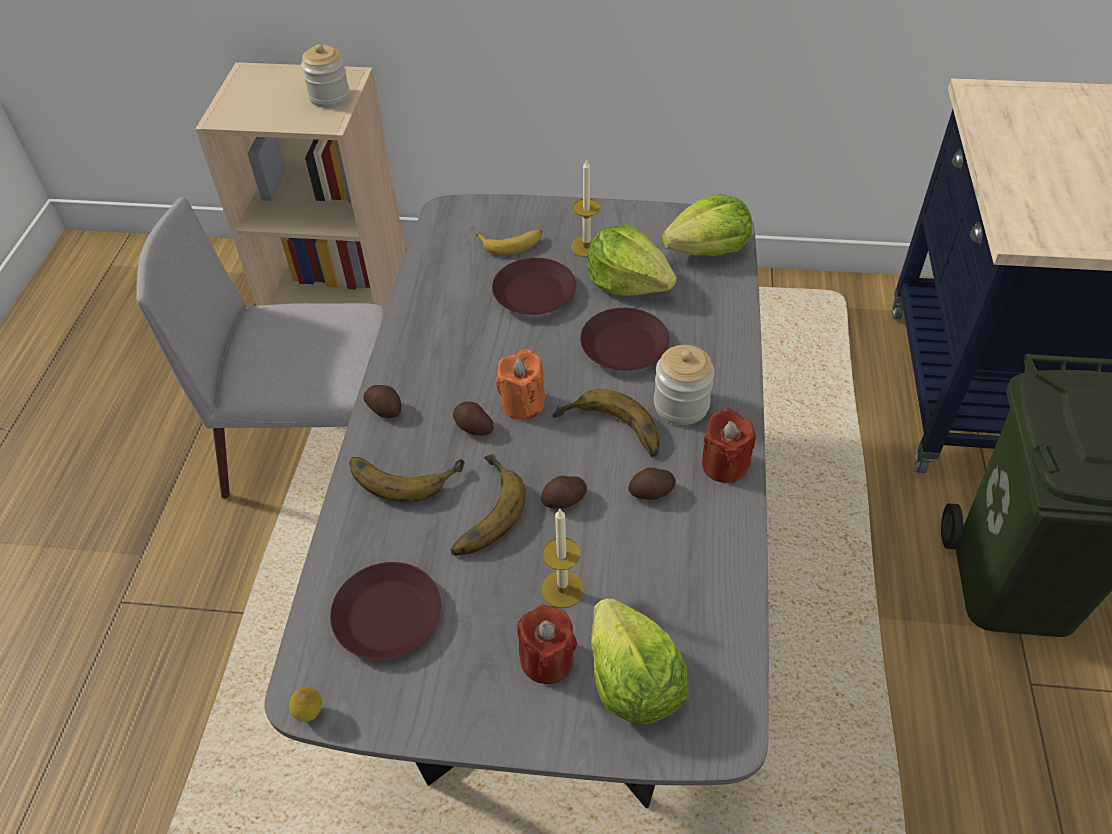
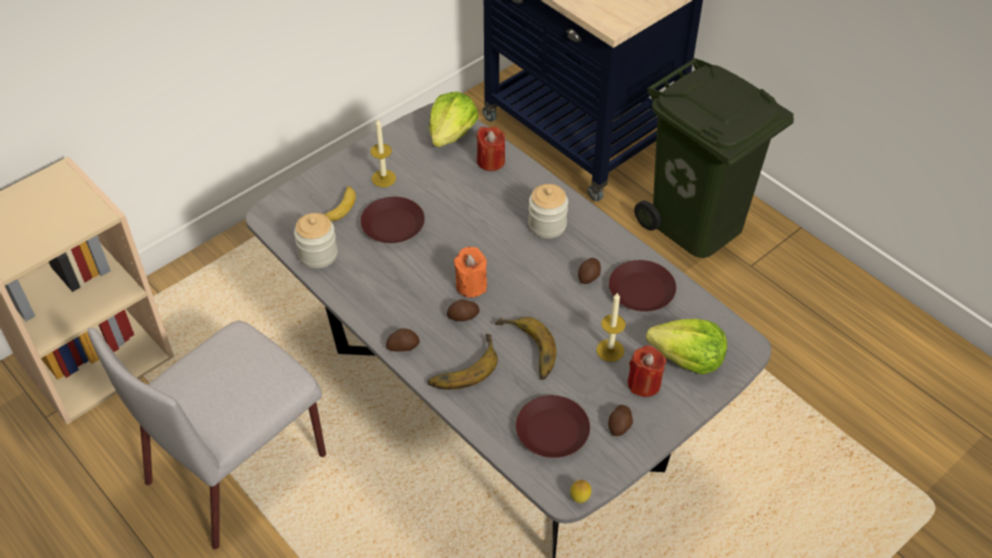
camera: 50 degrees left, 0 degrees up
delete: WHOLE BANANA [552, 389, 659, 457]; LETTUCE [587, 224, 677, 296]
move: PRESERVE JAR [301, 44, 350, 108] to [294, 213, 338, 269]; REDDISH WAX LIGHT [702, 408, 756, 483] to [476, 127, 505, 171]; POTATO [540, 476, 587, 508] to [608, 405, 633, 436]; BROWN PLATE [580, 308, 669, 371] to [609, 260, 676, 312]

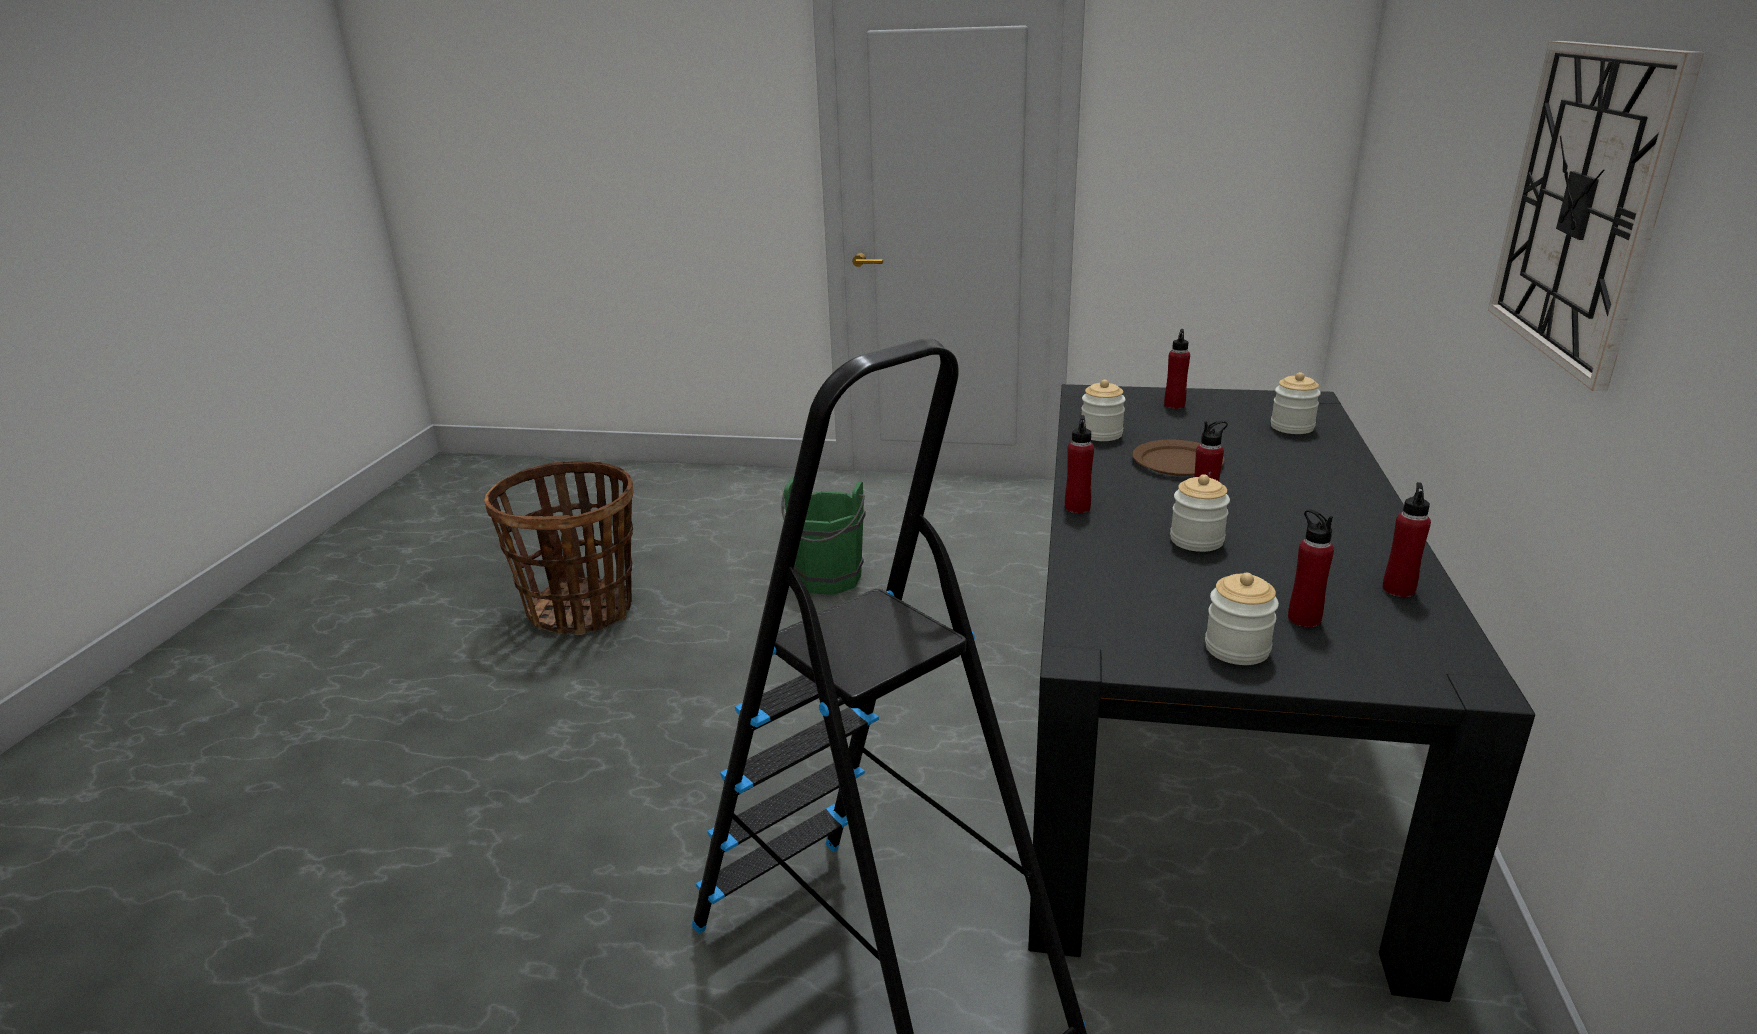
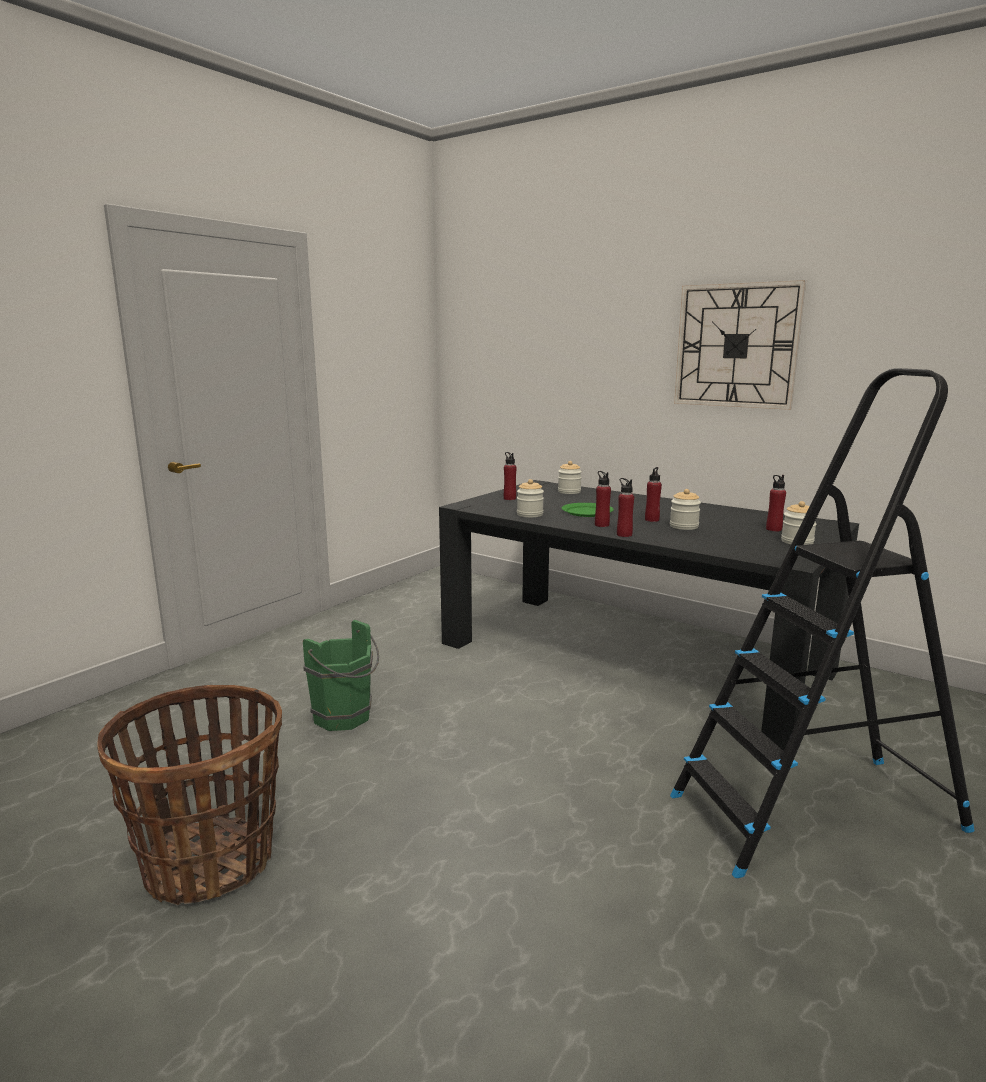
camera: 65 degrees left, 10 degrees down
move: REDDISH BOTTLE [1383, 482, 1431, 597] to [595, 471, 611, 527]
recolor: BROWN PLATE [1132, 440, 1225, 476] to GREENISH PLATE [562, 503, 614, 517]

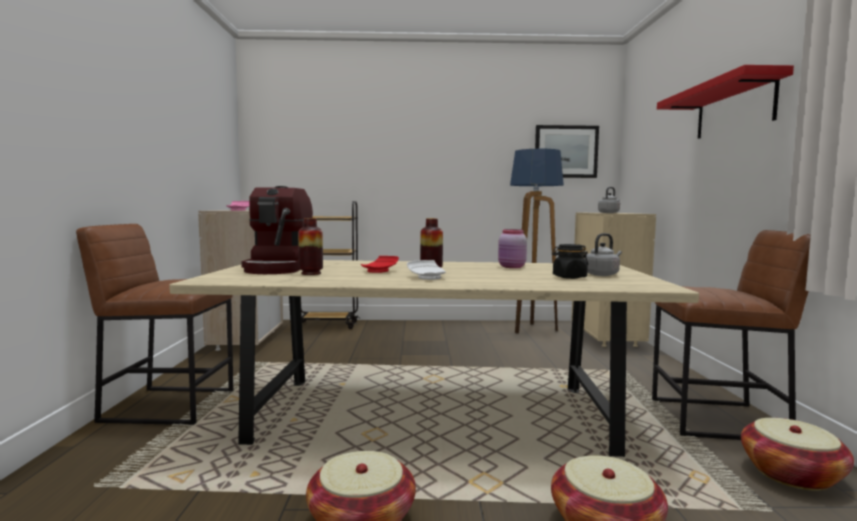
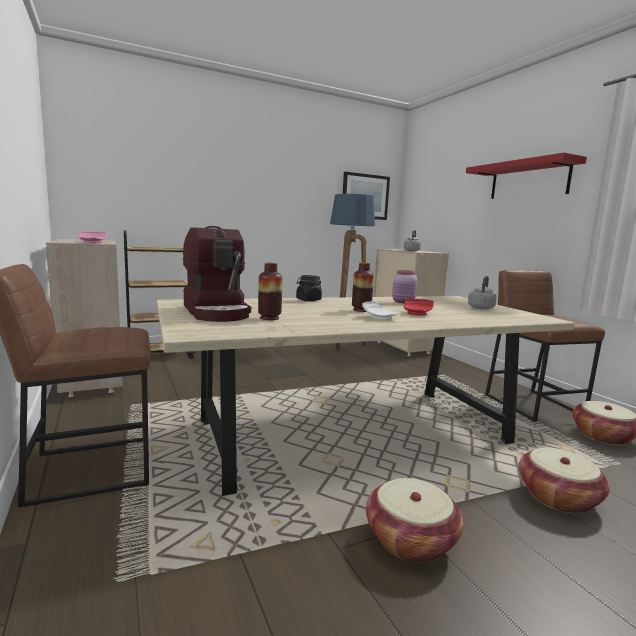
camera: 25 degrees left, 5 degrees up
move: BLACK-COLOURED PRESERVE JAR [552, 244, 588, 279] to [296, 275, 322, 301]; REDDISH PLATE [361, 256, 399, 273] to [403, 299, 434, 316]
rotate: BROWN PLAIN CHAIR [652, 230, 811, 440] = [485, 270, 605, 422] 90 degrees counterclockwise

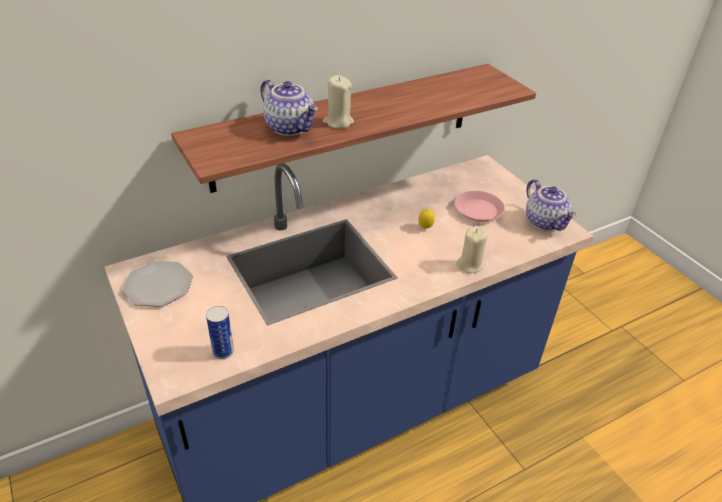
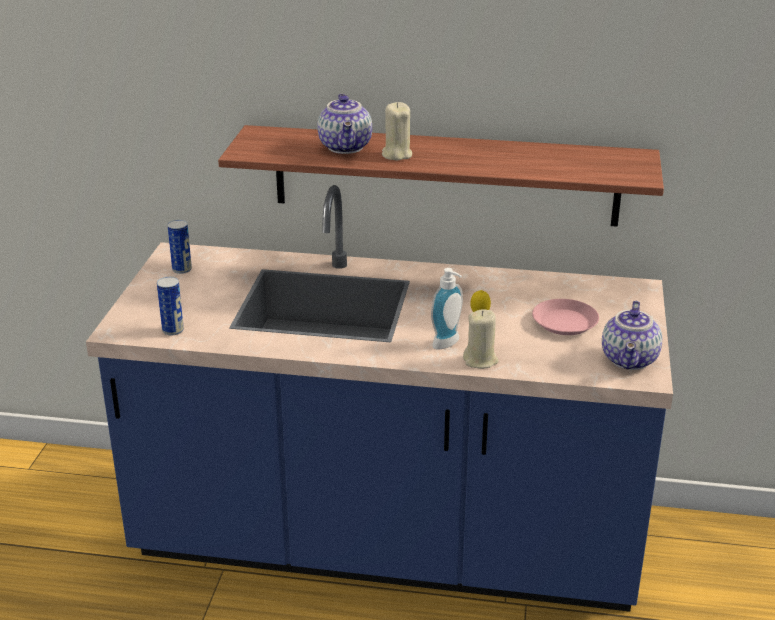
camera: 40 degrees right, 10 degrees down
insert: SOAP BOTTLE [431, 268, 463, 350]
replace: PLATE [122, 261, 193, 307] to CAN [167, 220, 192, 274]

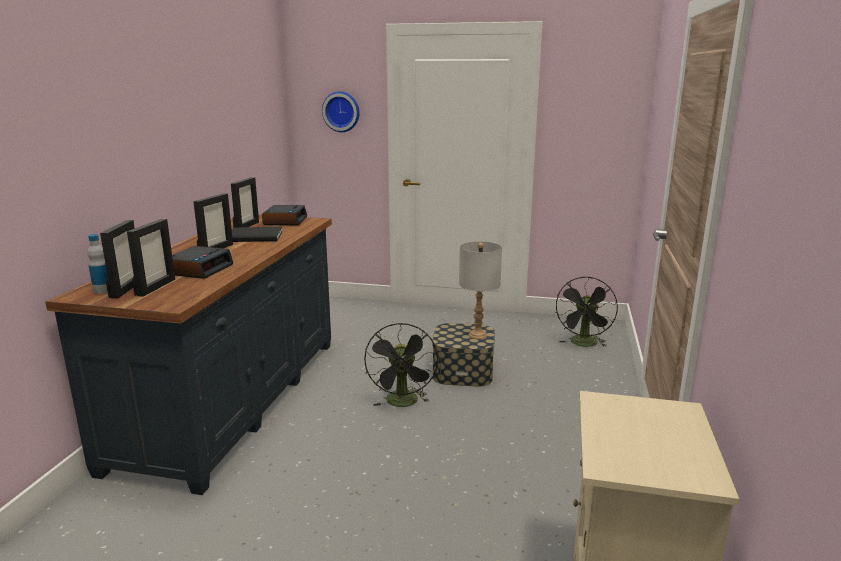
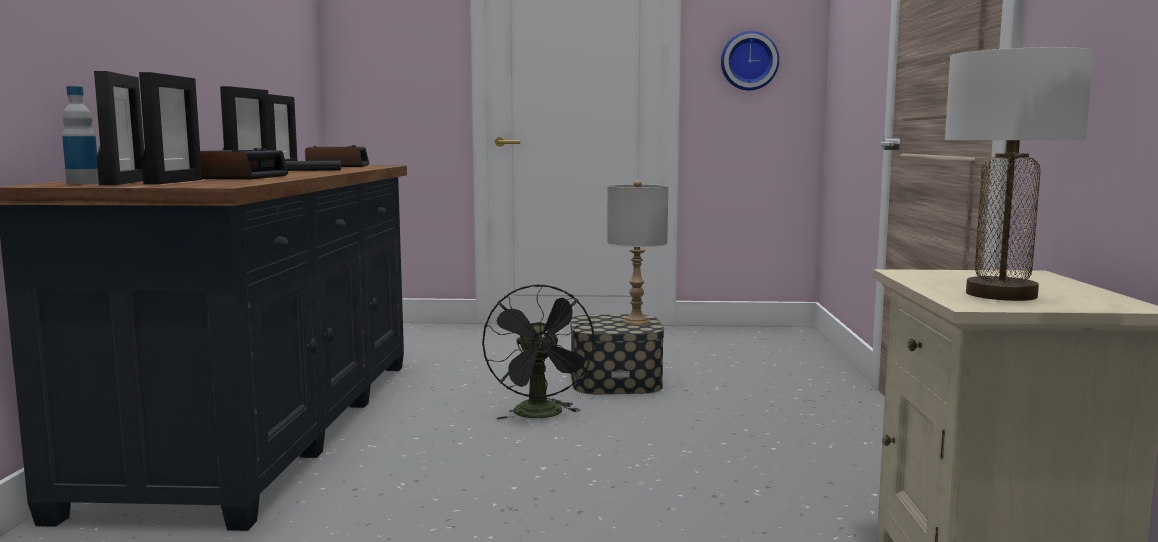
camera: 10 degrees left, 10 degrees down
delete: BLACK-COLOURED ELECTRIC FAN [556, 277, 618, 347]
insert: TABLE LAMP [945, 47, 1094, 301]
move: CLOCK ON THE WALL [322, 91, 360, 132] to [721, 31, 779, 90]

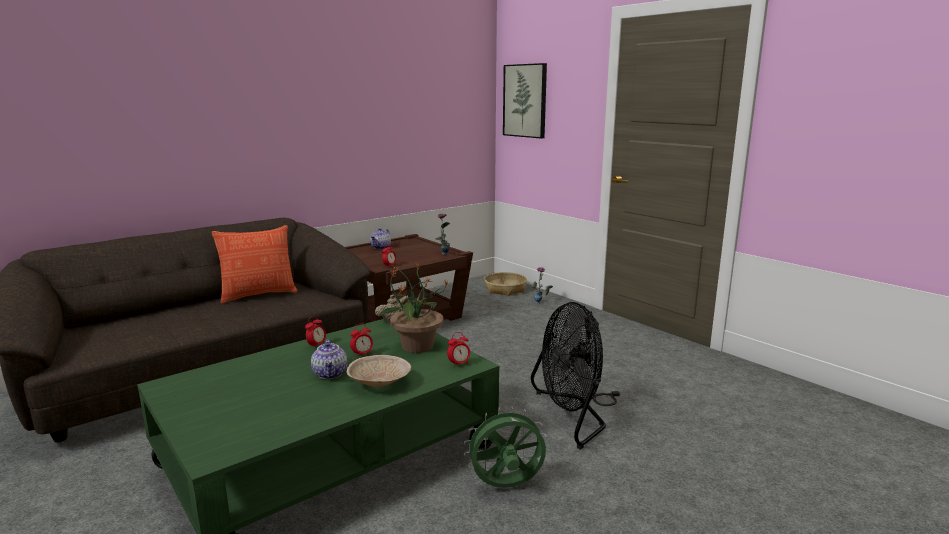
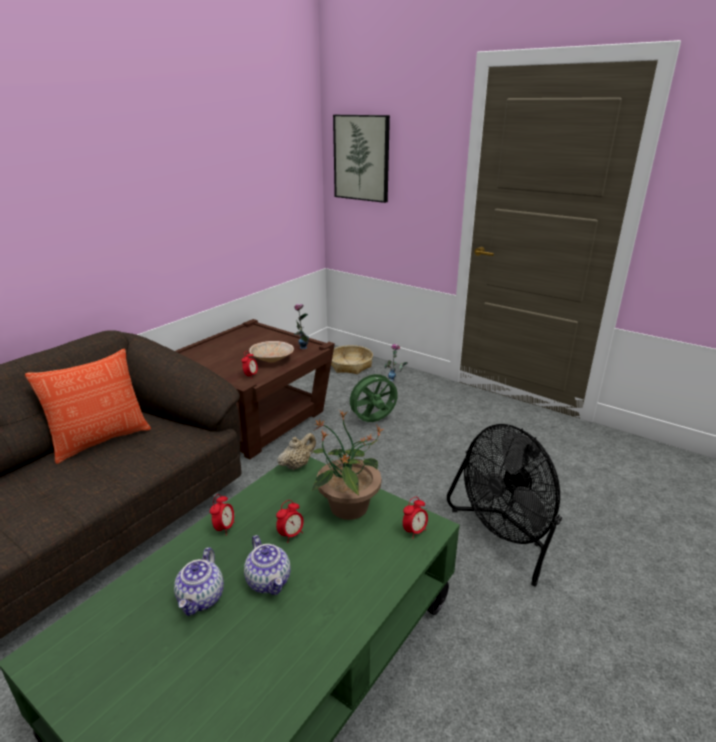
camera: 15 degrees left, 10 degrees up
move: TEAPOT [370, 228, 391, 249] to [174, 547, 224, 616]; BEIGE SERVING BOWL [347, 355, 411, 387] to [249, 341, 294, 363]; GREENISH ELECTRIC FAN [464, 406, 546, 488] to [346, 370, 398, 422]

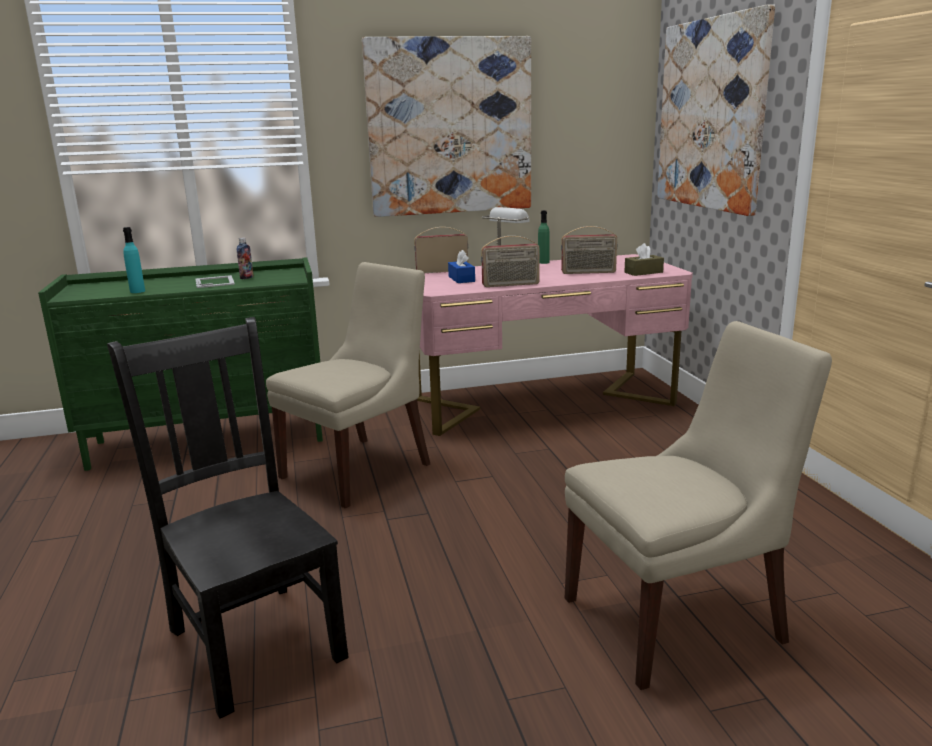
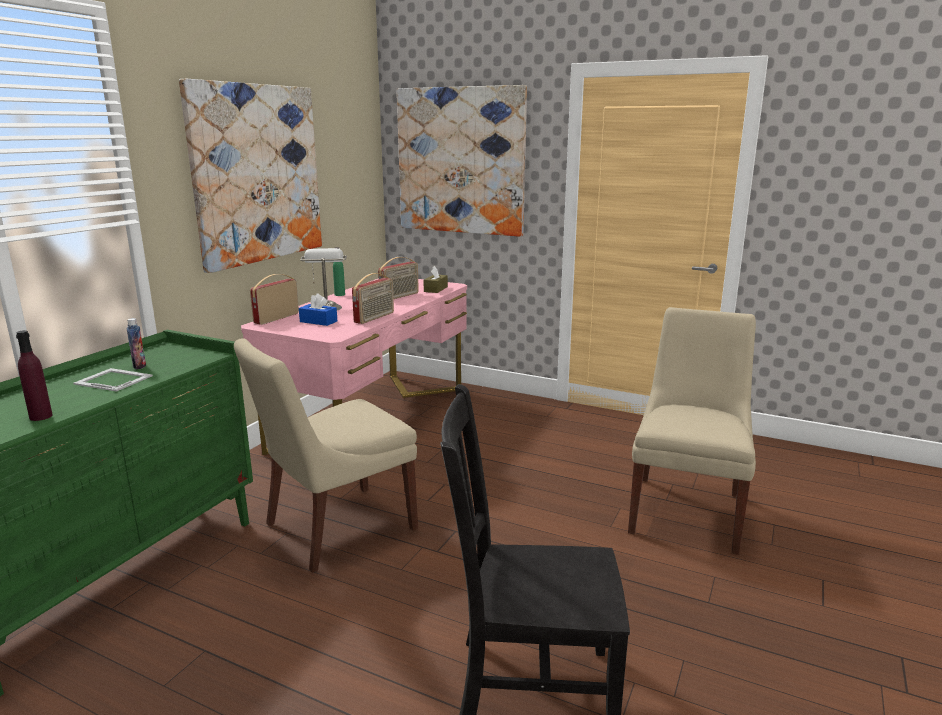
camera: 50 degrees left, 0 degrees up
recolor: BLUE-GREEN BOTTLE [123, 227, 145, 293] to PURPLE-COLOURED BOTTLE [16, 330, 53, 421]
rotate: BEIGE PLAIN CHAIR [266, 262, 430, 508] = [234, 338, 418, 573] 120 degrees counterclockwise

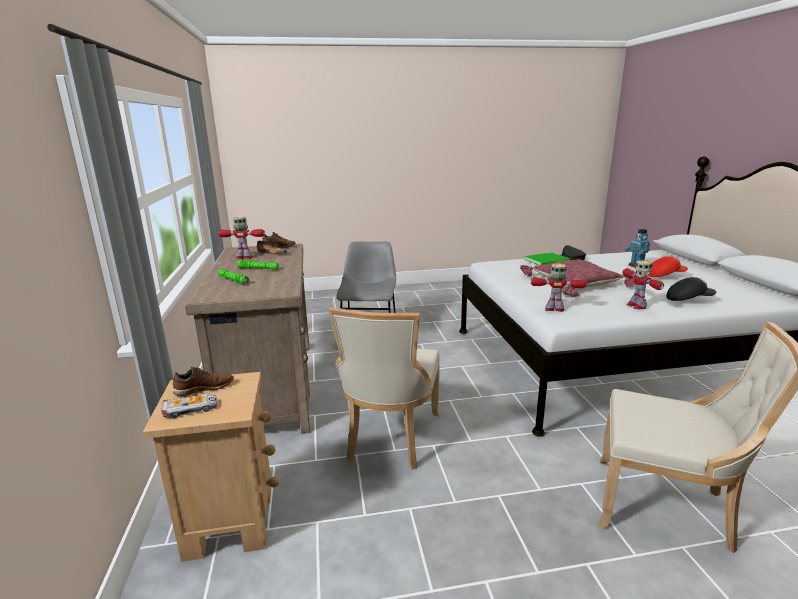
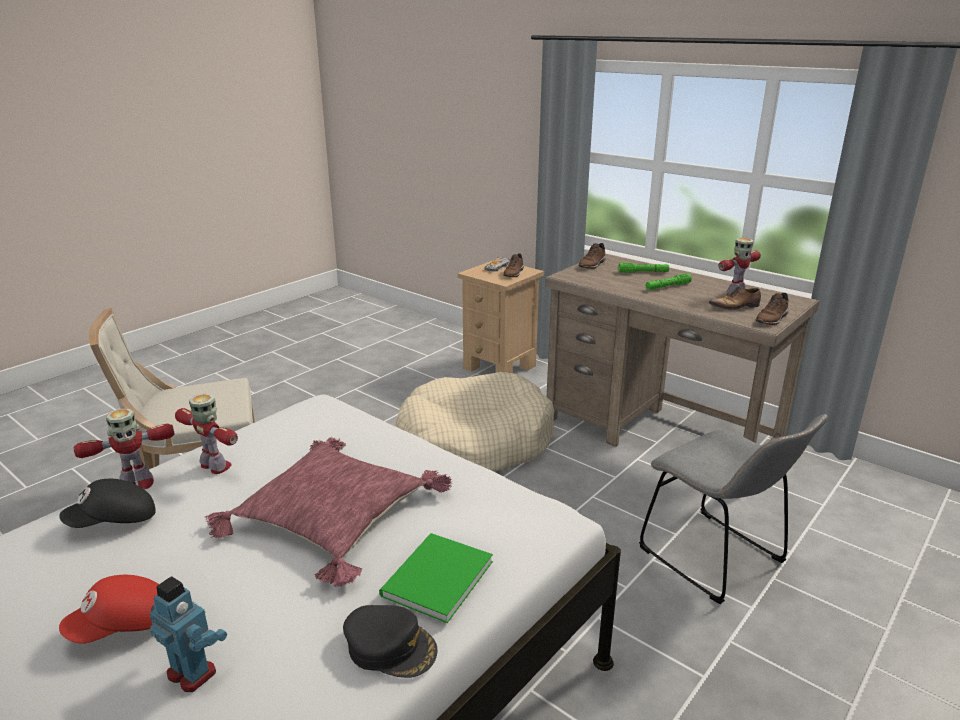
camera: 140 degrees right, 5 degrees up
insert: BROWN SHOE [578, 243, 606, 269]
move: ROBOT FIGURE [531, 263, 586, 312] to [74, 408, 174, 489]
replace: BEIGE PLAIN CHAIR [329, 307, 440, 470] to BEIGE PET BED [395, 372, 554, 471]

